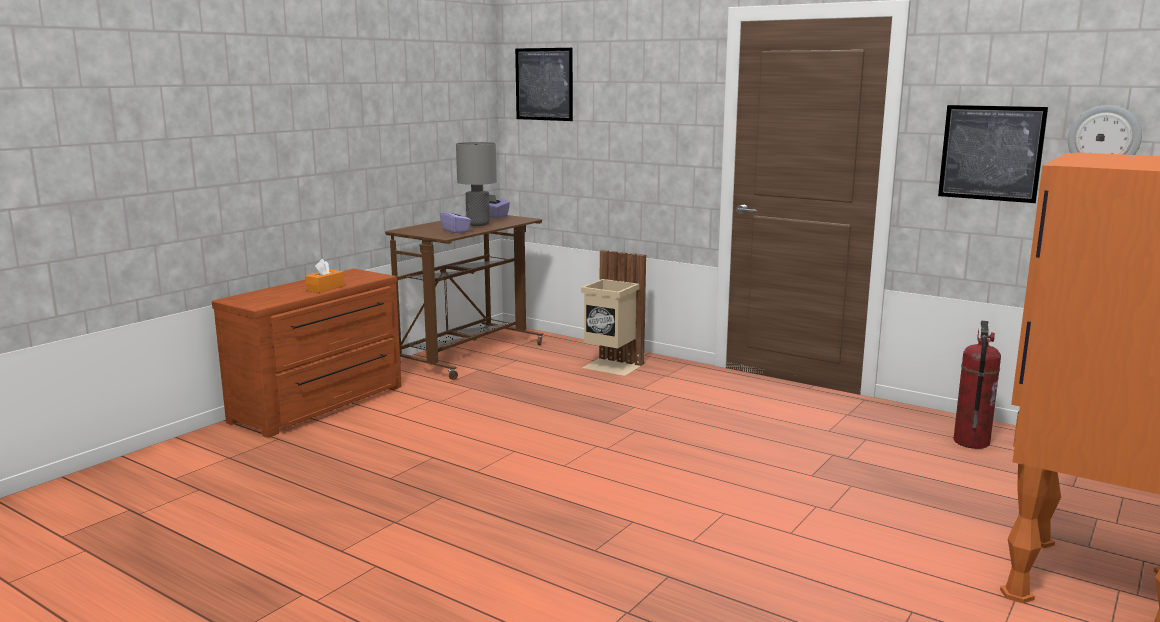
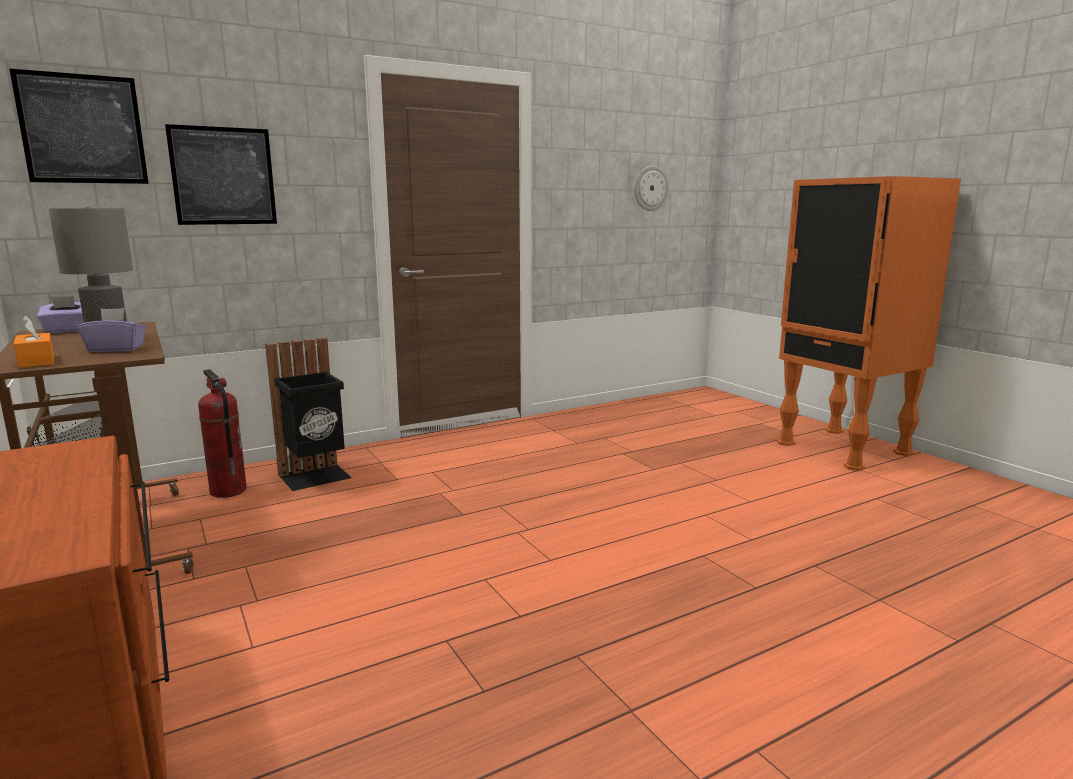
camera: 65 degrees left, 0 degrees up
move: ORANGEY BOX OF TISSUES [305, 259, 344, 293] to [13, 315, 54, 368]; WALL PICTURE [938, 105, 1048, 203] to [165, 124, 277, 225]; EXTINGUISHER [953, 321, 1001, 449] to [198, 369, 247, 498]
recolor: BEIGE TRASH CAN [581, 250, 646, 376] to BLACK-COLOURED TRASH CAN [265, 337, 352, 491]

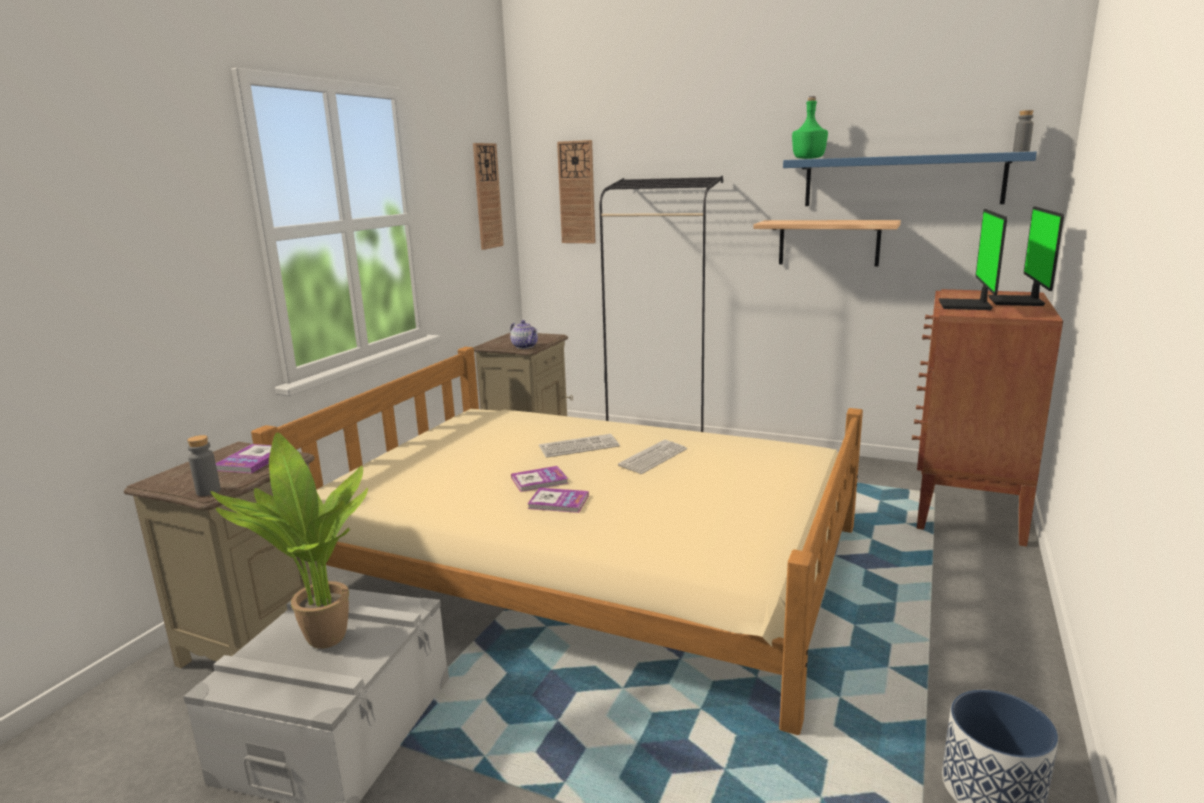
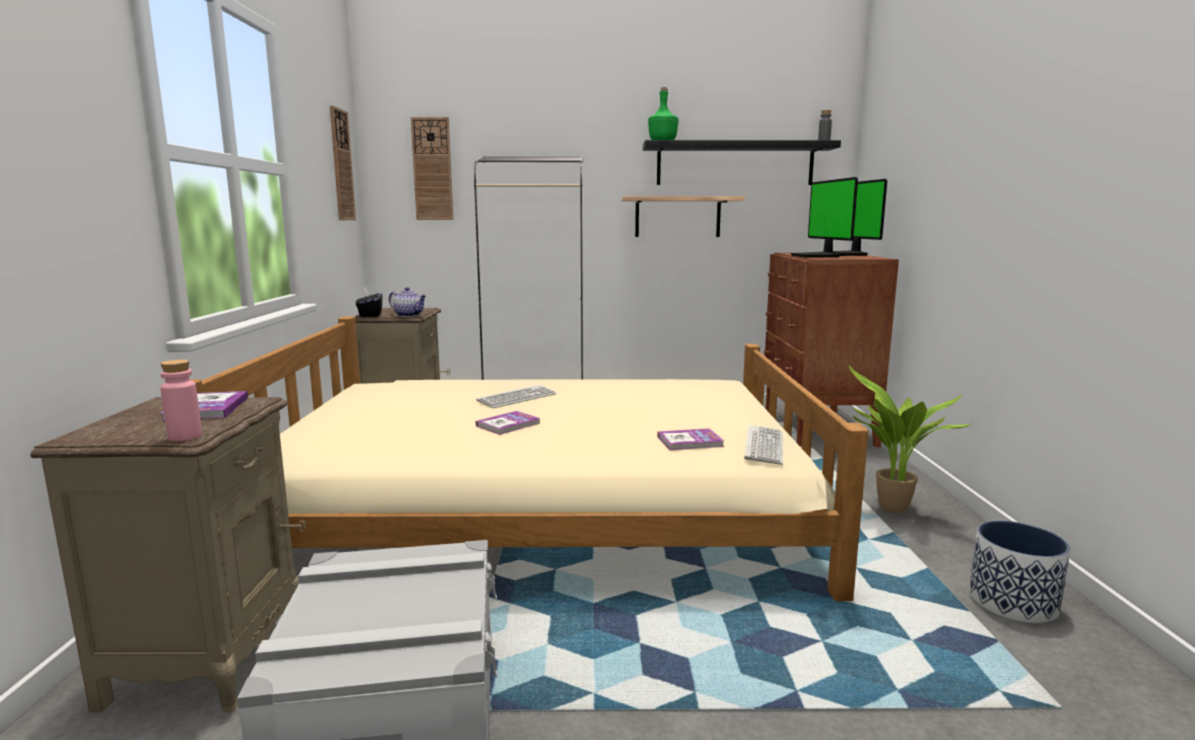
camera: 25 degrees left, 5 degrees down
insert: BLACK-COLOURED BOX OF TISSUES [356, 287, 382, 317]
move: VOLUME [527, 488, 589, 513] to [657, 428, 724, 450]; KEYBOARD [618, 440, 687, 474] to [744, 425, 783, 465]; POTTED PLANT [210, 433, 368, 649] to [849, 365, 975, 513]
recolor: GREY BOTTLE [187, 435, 221, 496] to PINKISH BOTTLE [160, 359, 202, 441]; BLUISH BRACKET SHELF [783, 152, 1037, 206] to BLACK-COLOURED BRACKET SHELF [643, 140, 841, 185]

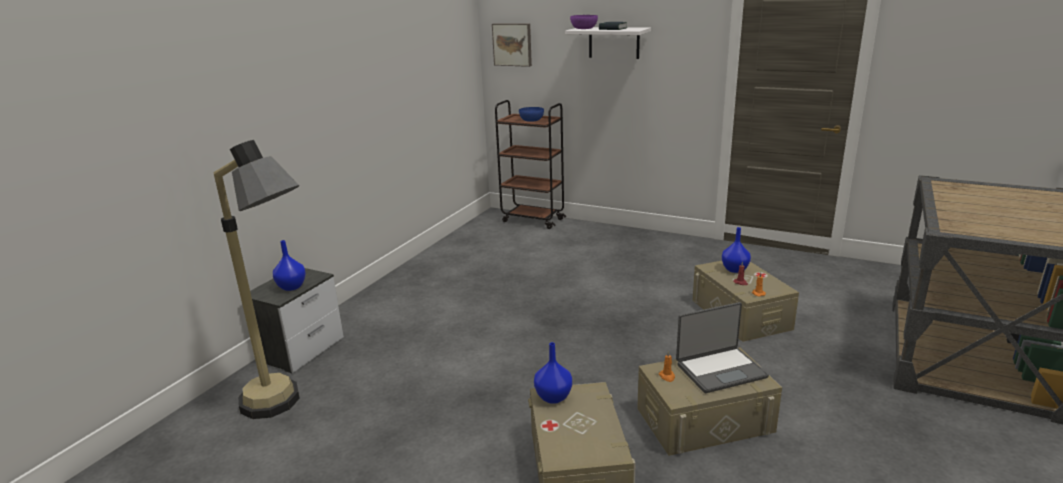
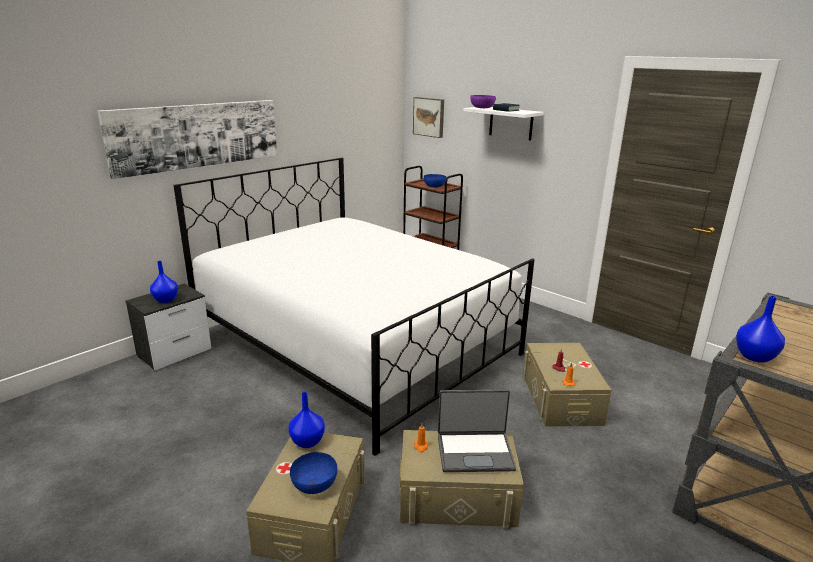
camera: 15 degrees right, 0 degrees up
delete: STANDARD LAMP [214, 140, 300, 419]
insert: WALL PICTURE [98, 100, 277, 179]; WHITISH SLEEPING BED [173, 158, 535, 456]; BLUISH SERVING BOWL [290, 452, 337, 494]
move: BLUISH FLOWER VASE [722, 227, 751, 273] to [736, 295, 785, 363]

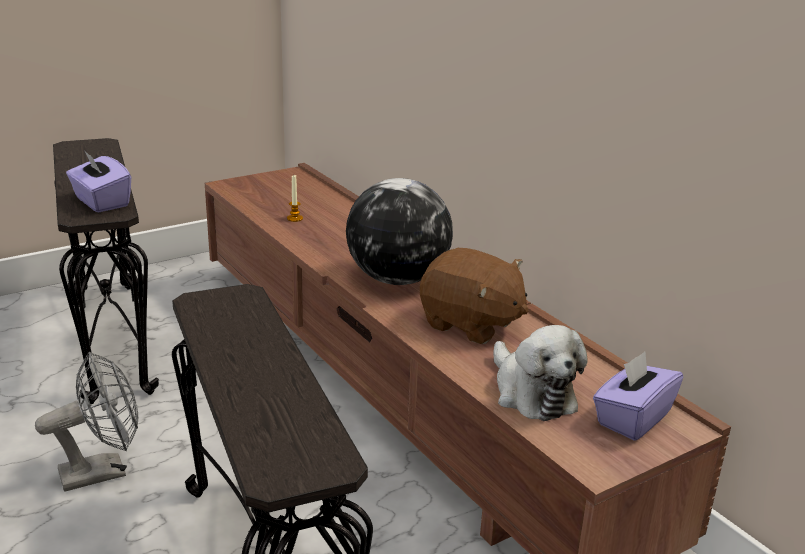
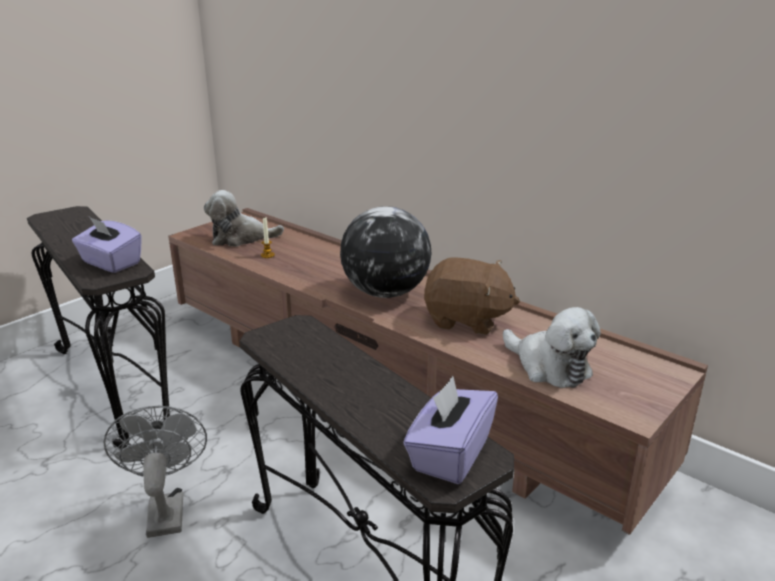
camera: 15 degrees left, 0 degrees up
insert: CUDDLY TOY [204, 190, 284, 247]
move: PURPLE-COLOURED BOX OF TISSUES [593, 351, 683, 441] to [403, 376, 498, 484]
rotate: GREY ELECTRIC FAN [35, 352, 138, 492] = [104, 406, 207, 538] 60 degrees counterclockwise

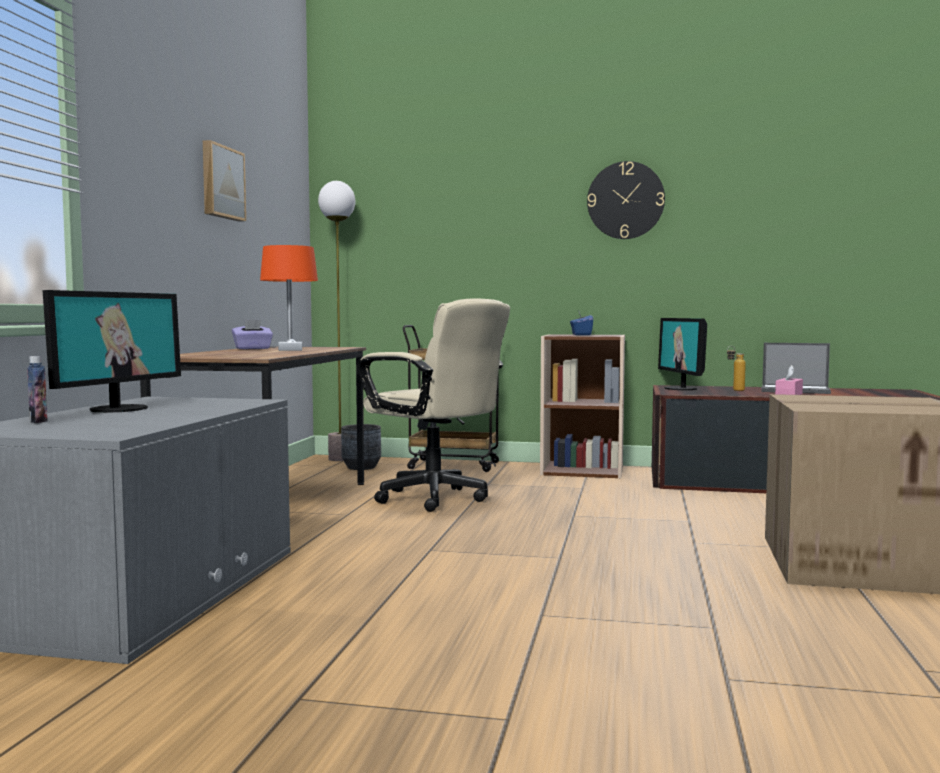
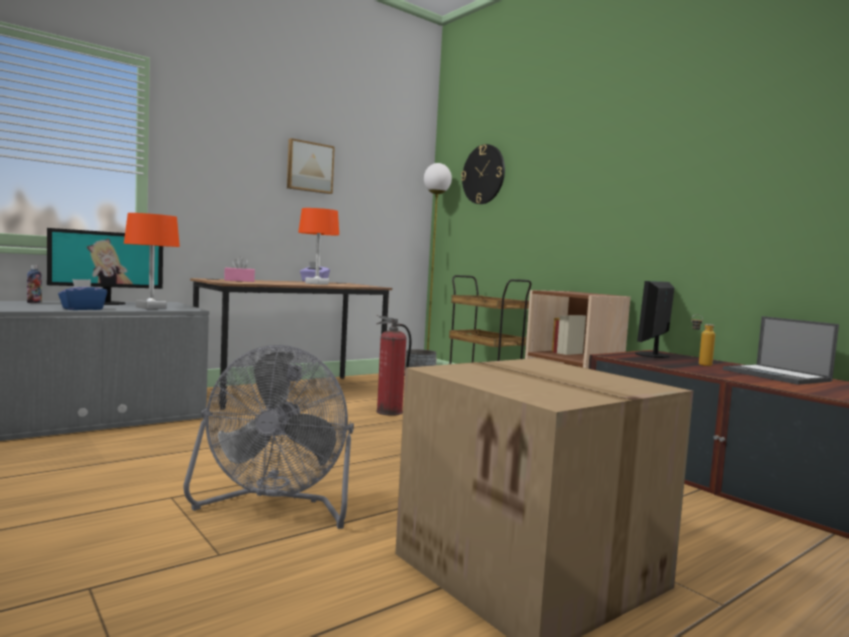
camera: 40 degrees right, 0 degrees up
insert: ORANGEY TABLE LAMP [124, 213, 180, 309]; GREY ELECTRIC FAN [184, 345, 354, 529]
move: BLUISH BOX OF TISSUES [570, 310, 593, 335] to [58, 279, 107, 310]; PINKISH BOX OF TISSUES [775, 365, 803, 395] to [224, 256, 255, 282]; CLOCK ON THE WALL [587, 161, 665, 239] to [461, 144, 505, 204]
replace: BEIGE COMPUTER CHAIR [358, 299, 510, 512] to EXTINGUISHER [376, 315, 411, 416]

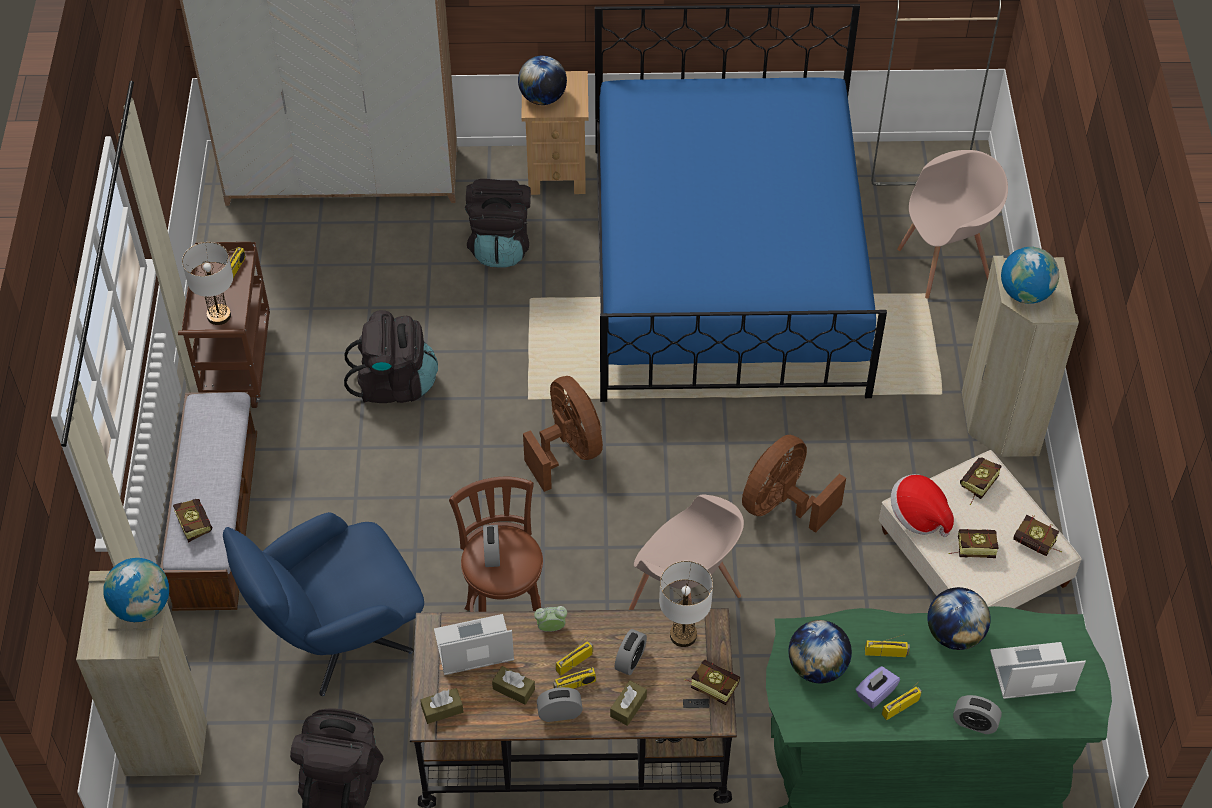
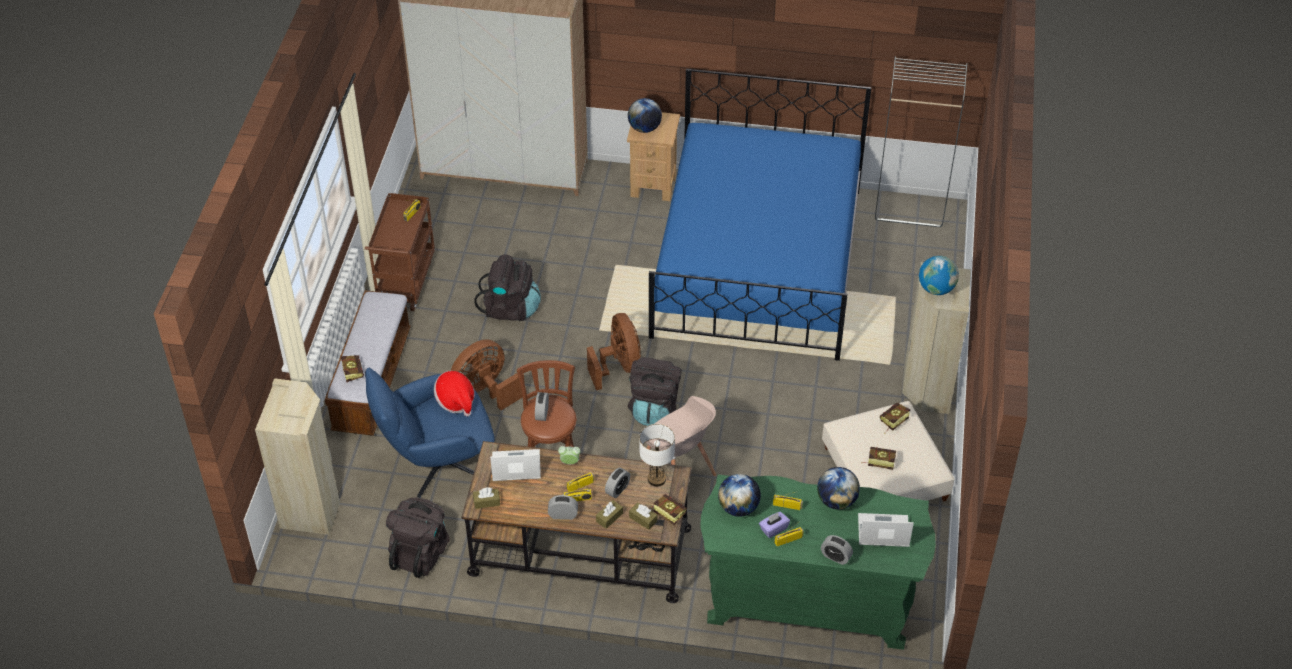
camera: 10 degrees right, 5 degrees down
delete: WORLD GLOBE [103, 558, 169, 622]; TABLE LAMP [182, 242, 233, 325]; BEIGE PLAIN CHAIR [897, 150, 1008, 299]; VOLUME [1013, 515, 1062, 556]
move: CLOTHING HAT [891, 474, 954, 537] to [434, 371, 475, 416]; BROWN ELECTRIC FAN [742, 435, 846, 533] to [451, 340, 525, 410]; BLACK-COLOURED RUCKSACK [465, 179, 531, 268] to [628, 357, 682, 426]; BROWN BOX OF TISSUES [492, 666, 535, 705] to [629, 502, 657, 530]

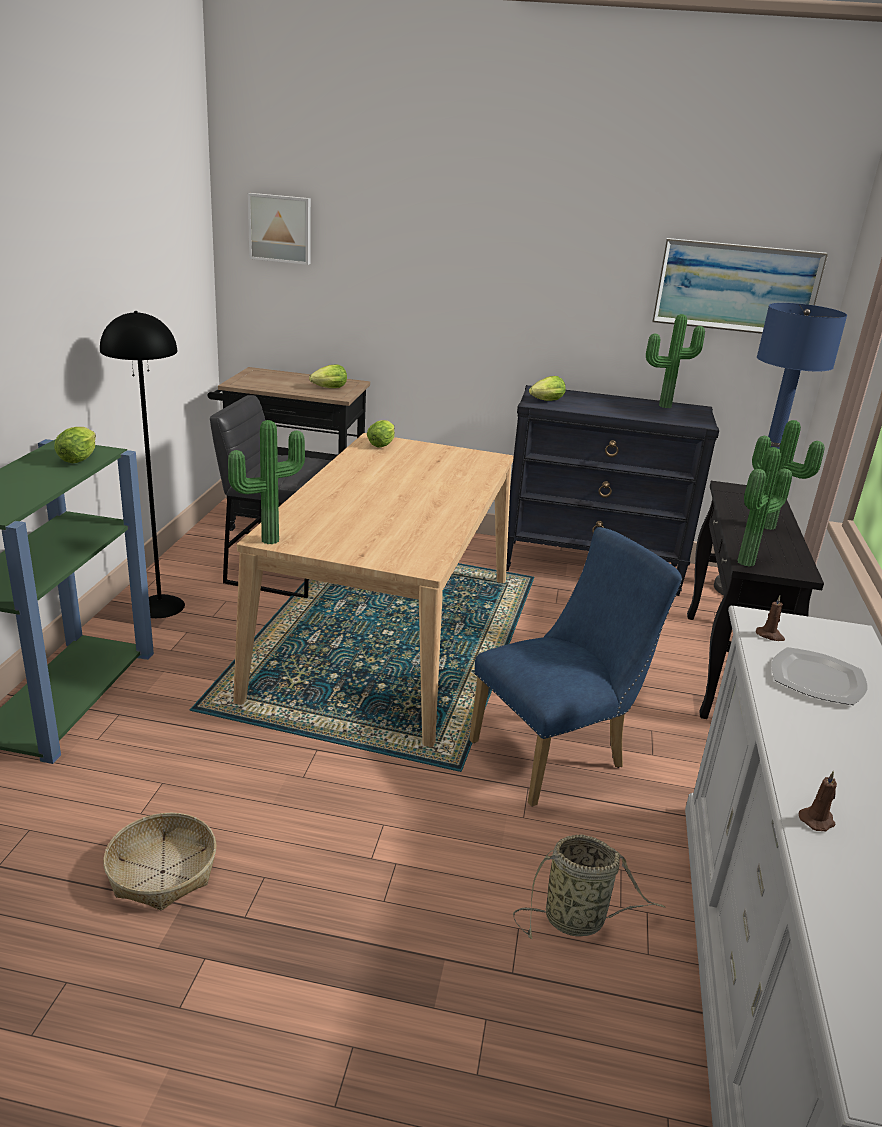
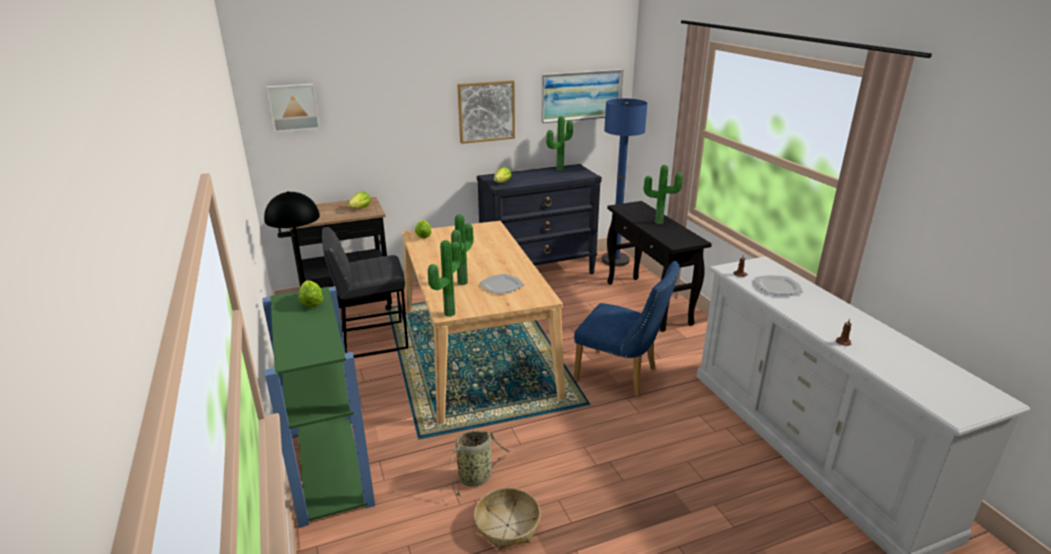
camera: 30 degrees left, 0 degrees up
insert: WALL PICTURE [457, 80, 515, 144]; PLATE [479, 274, 524, 294]
move: STORAGE BASKET [513, 834, 665, 940] to [444, 430, 516, 496]; POTTED PLANT [737, 447, 792, 567] to [451, 214, 474, 285]
rotate: BLUISH PLAIN CHAIR [469, 527, 682, 807] = [574, 261, 680, 397] 90 degrees clockwise

